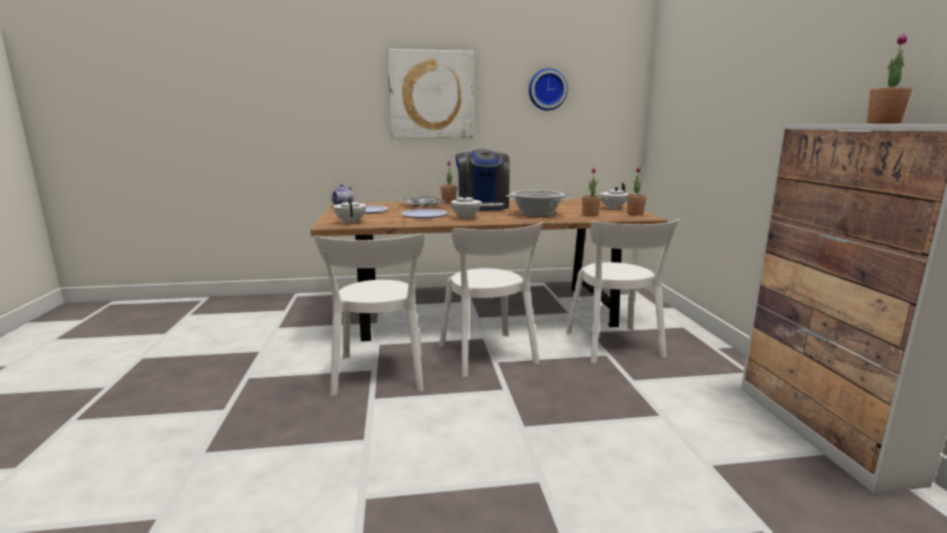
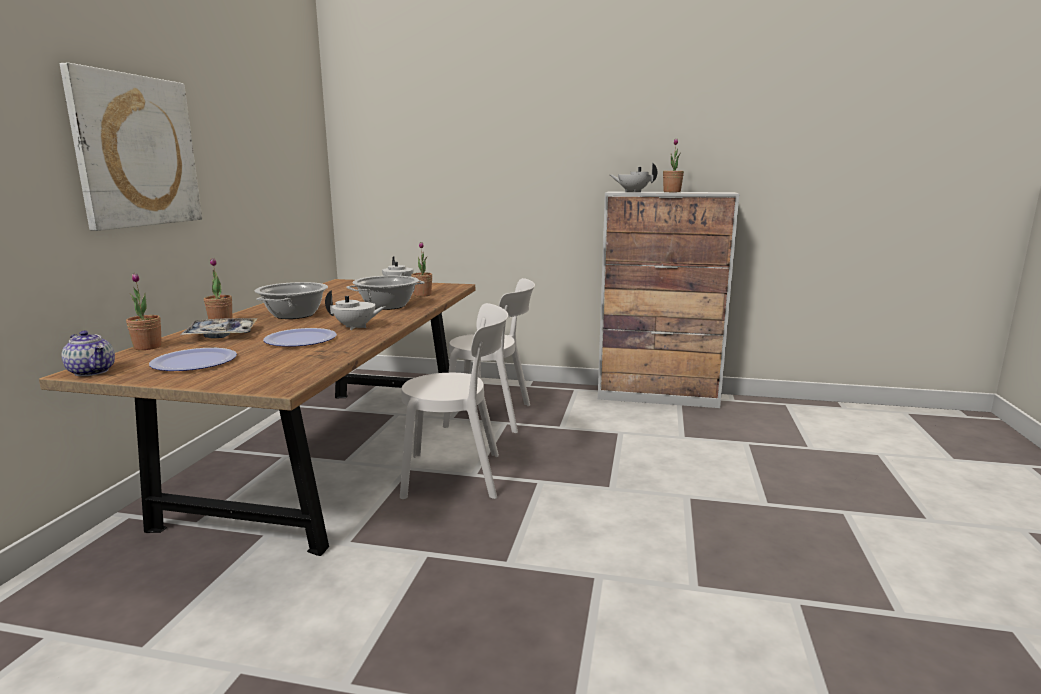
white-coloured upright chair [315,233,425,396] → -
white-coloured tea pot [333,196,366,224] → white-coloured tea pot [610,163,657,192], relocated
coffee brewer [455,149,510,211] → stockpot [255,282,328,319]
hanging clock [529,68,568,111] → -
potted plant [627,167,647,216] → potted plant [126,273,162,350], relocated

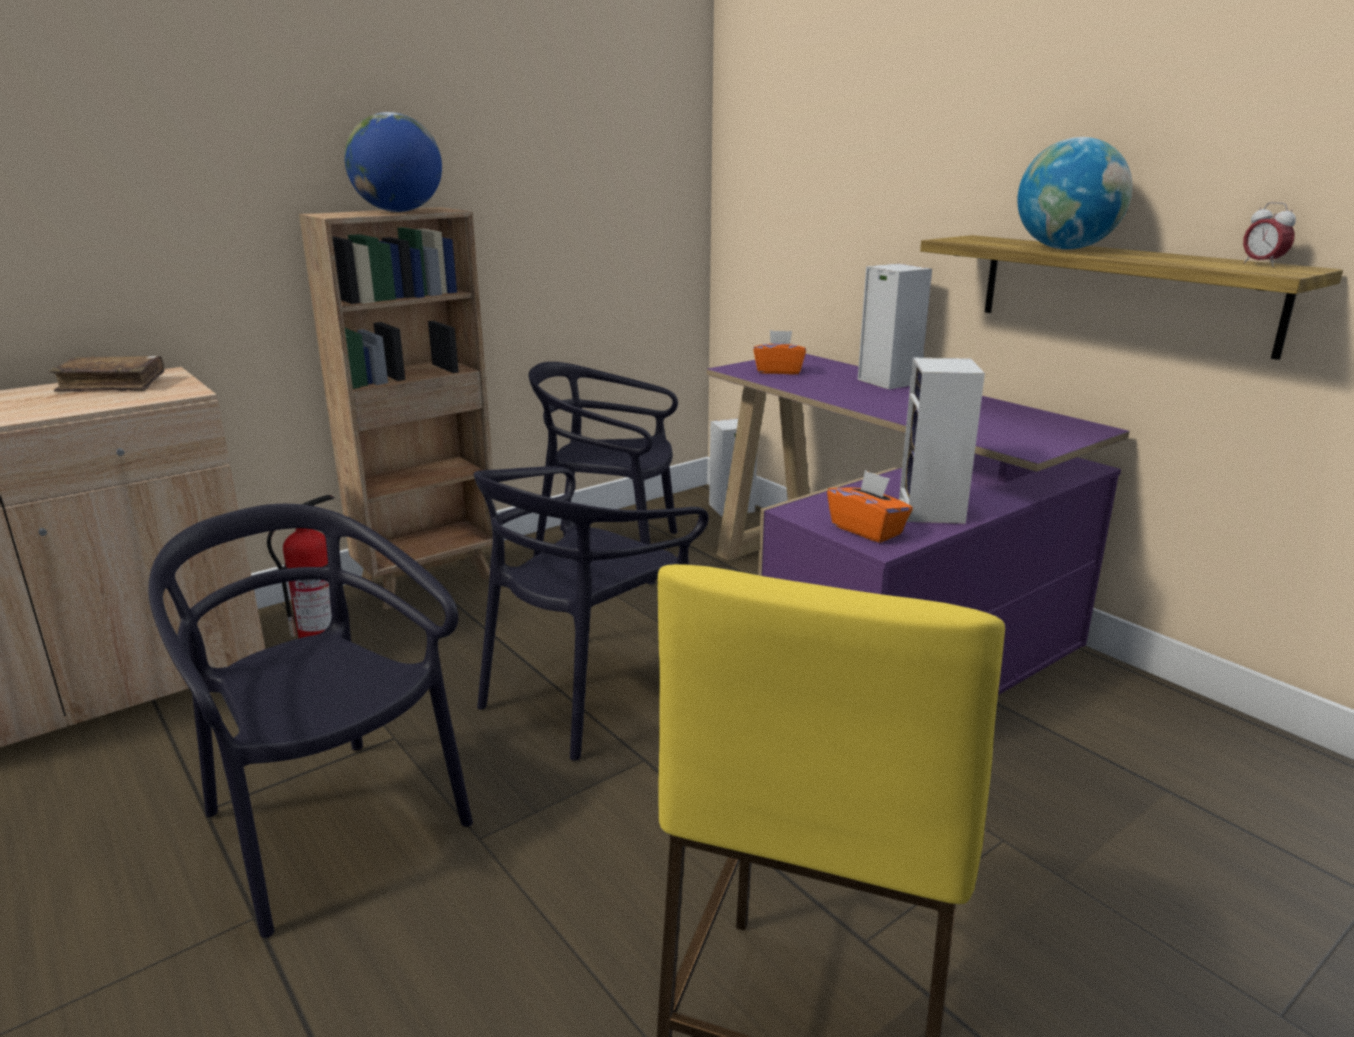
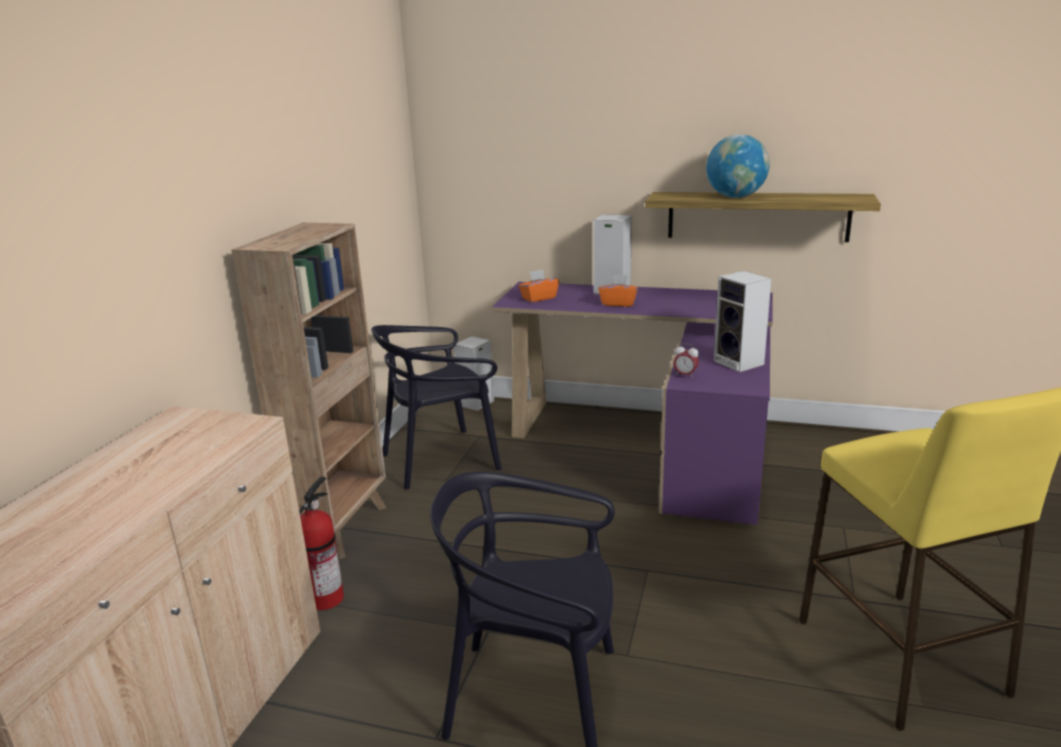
brown bound book [49,356,165,392] → -
world globe [344,112,442,212] → -
black-coloured upright chair [474,466,709,761] → -
orange-coloured tissue holder [827,470,913,543] → orange-coloured tissue holder [598,274,638,307], relocated
alarm clock [1243,202,1296,267] → alarm clock [674,343,699,378], relocated

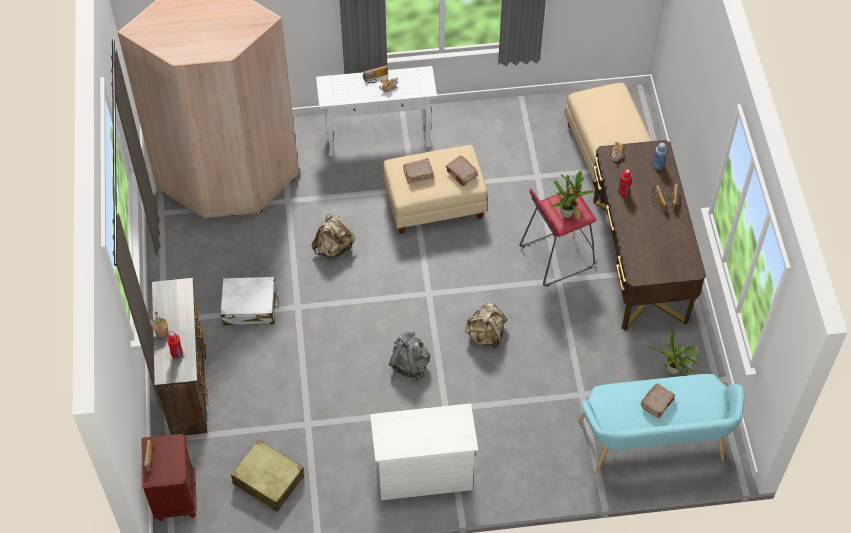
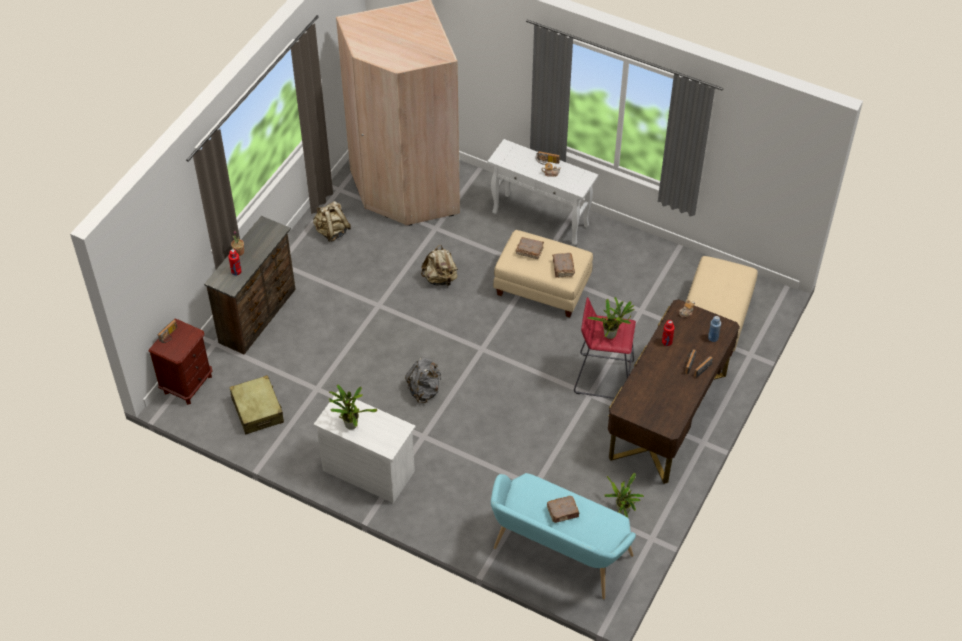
white-coloured suitcase [220,277,279,325] → -
sand-coloured knapsack [465,303,507,348] → sand-coloured knapsack [313,201,351,242], relocated
- → potted plant [329,384,377,430]

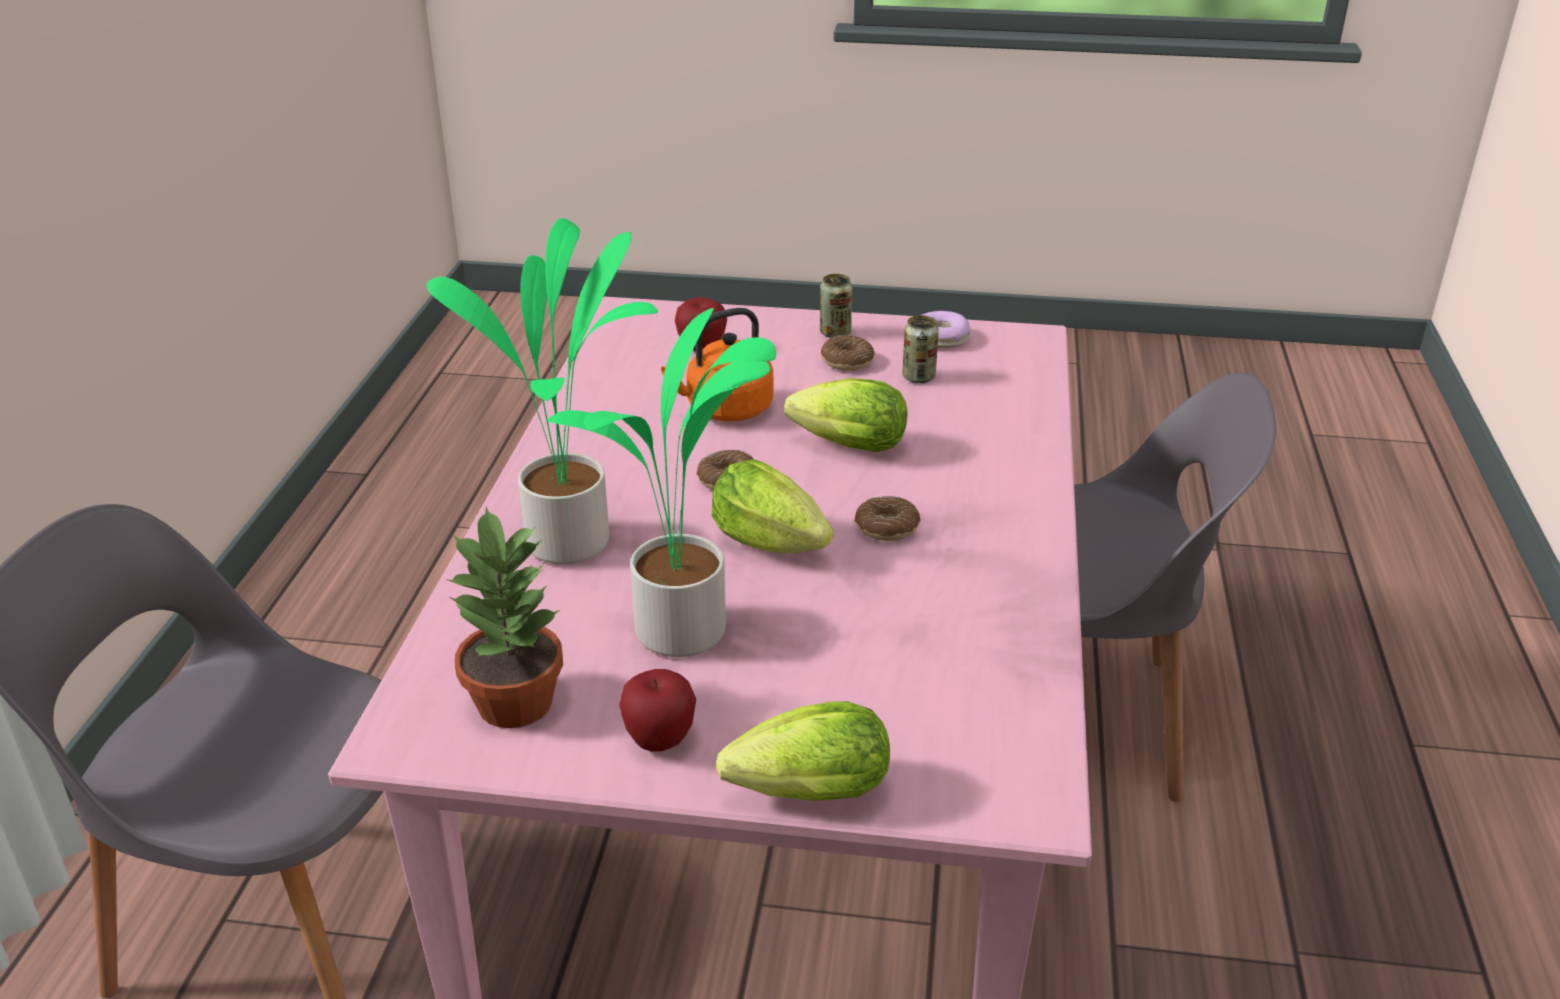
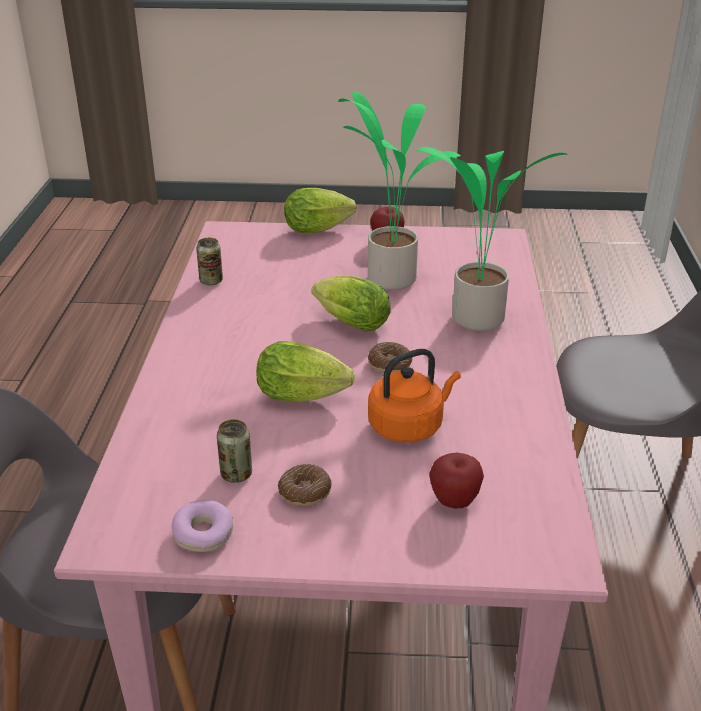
potted plant [446,506,563,728] → -
can [820,274,852,338] → can [196,238,223,285], relocated
ring doughnut [855,496,921,541] → -

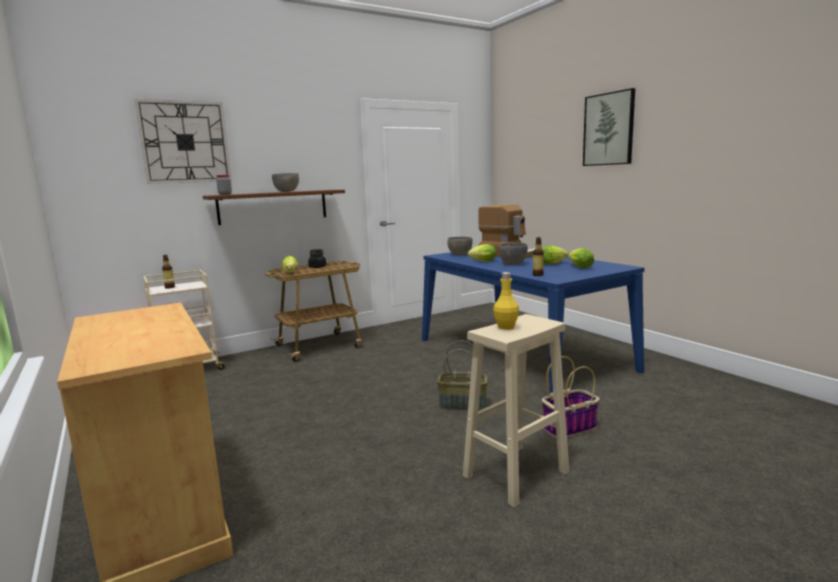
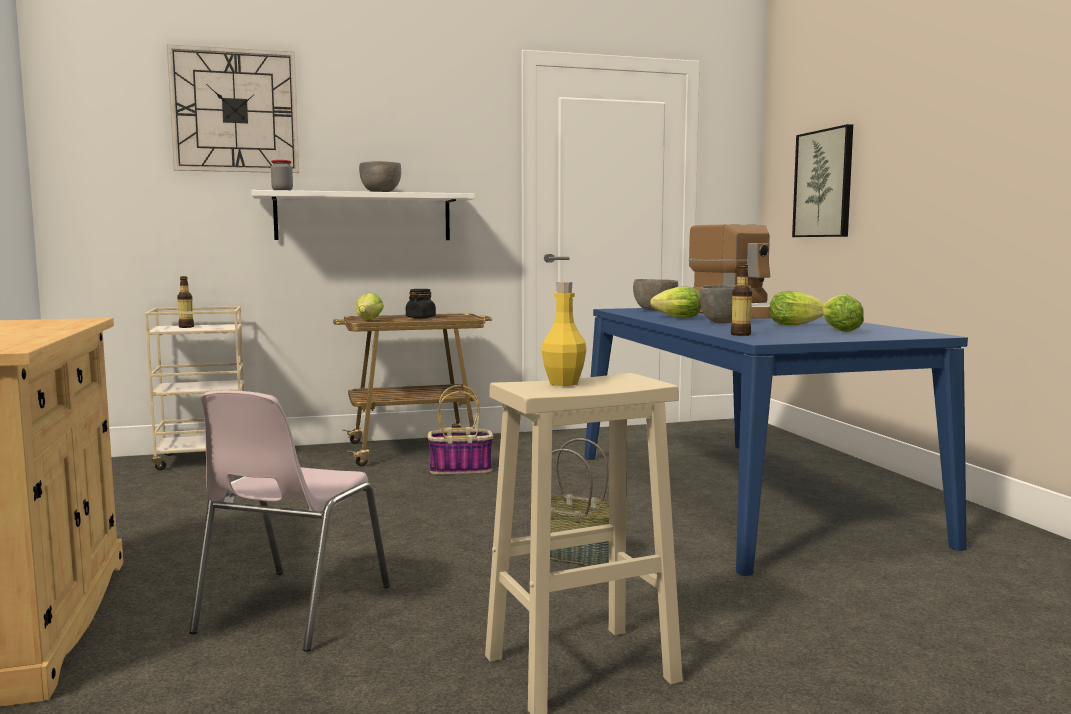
brown shelf [203,190,345,225] → white-coloured shelf [252,190,475,240]
household basket [542,356,600,438] → household basket [428,385,493,475], relocated
wall picture [583,88,635,166] → wall picture [792,124,853,237], relocated
- → pinkish upright chair [189,390,390,652]

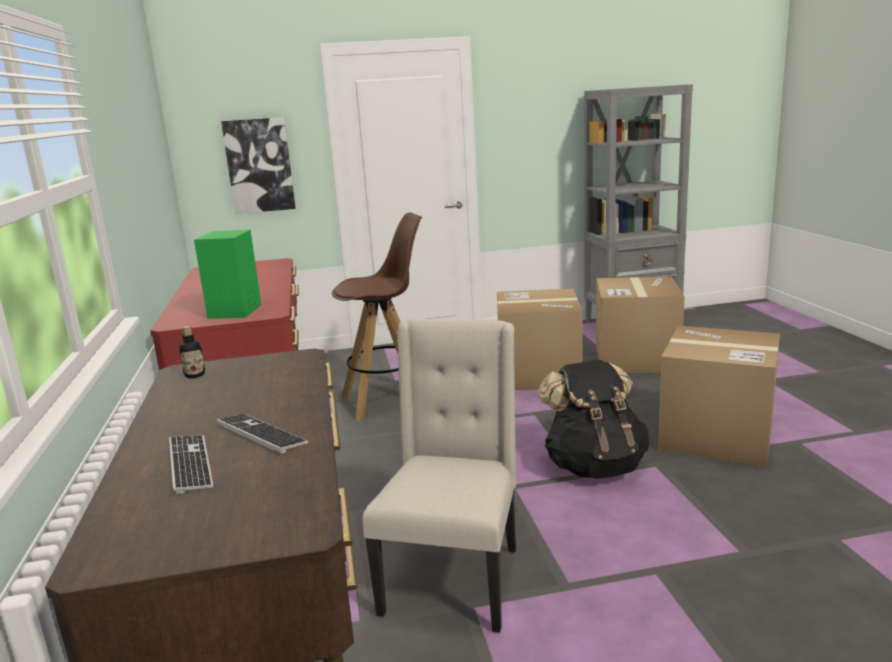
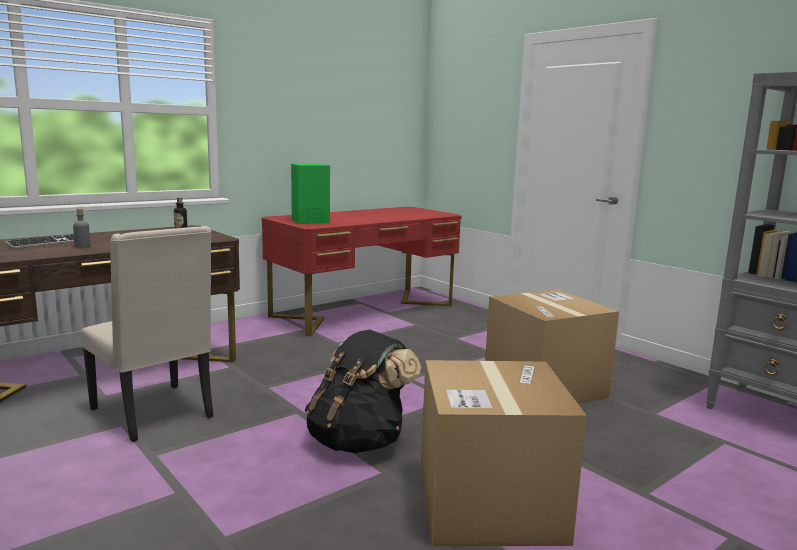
PC keyboard [217,414,308,454] → greyish drink bottle [73,209,90,248]
wall picture [221,117,296,214] → -
brown stool seat [332,212,422,421] → -
sand-coloured upright chair [362,319,516,633] → sand-coloured upright chair [81,226,213,442], 60 degrees clockwise
packing box [596,276,685,373] → -

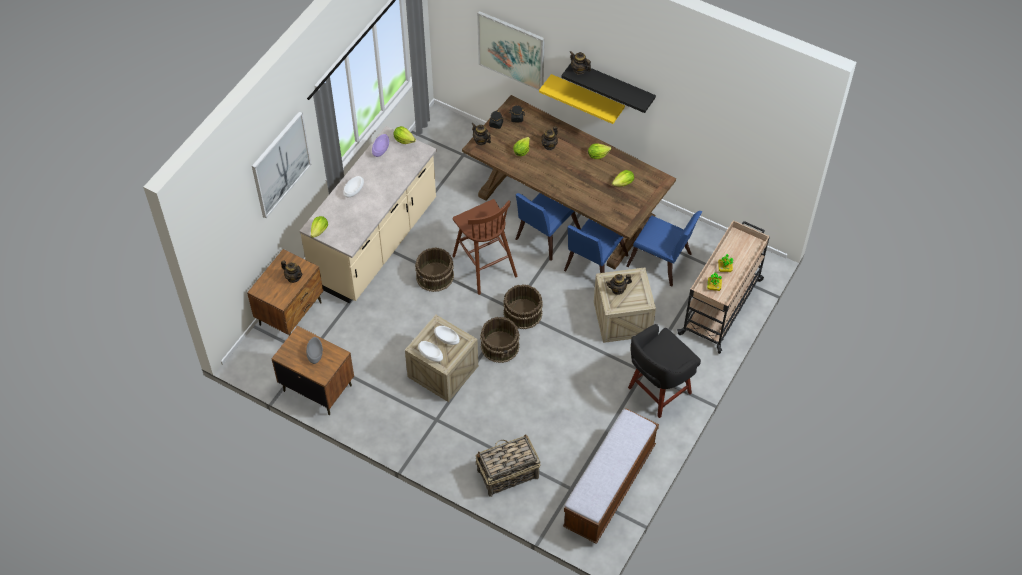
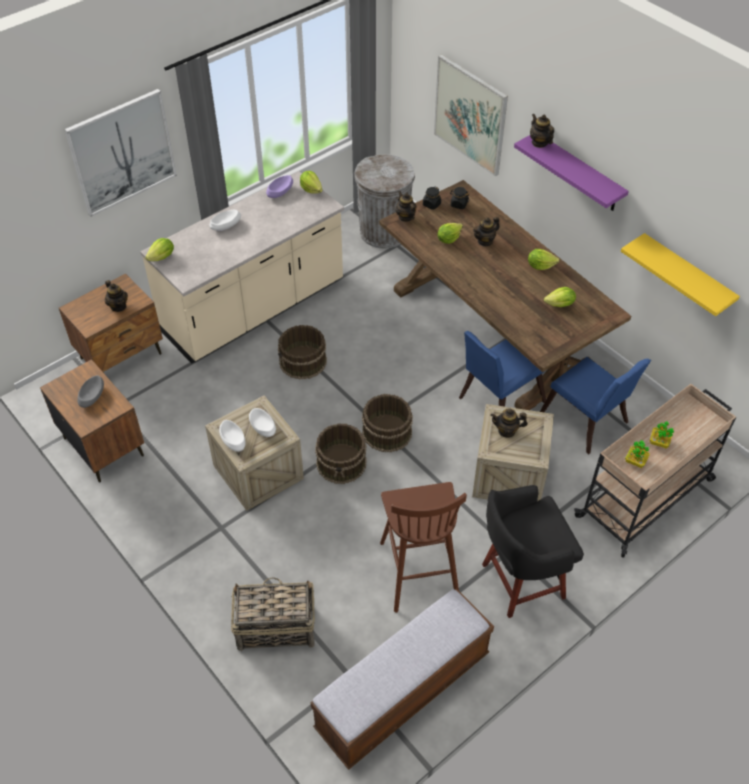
brown stool seat [452,199,517,295] → brown stool seat [380,482,467,613], relocated
blue-coloured upright chair [516,193,581,261] → -
yellow shelf [539,74,625,124] → yellow shelf [621,233,740,316], relocated
black-coloured shelf [561,63,656,113] → purple-coloured shelf [514,135,629,211]
- → greyish waste bin [354,154,415,249]

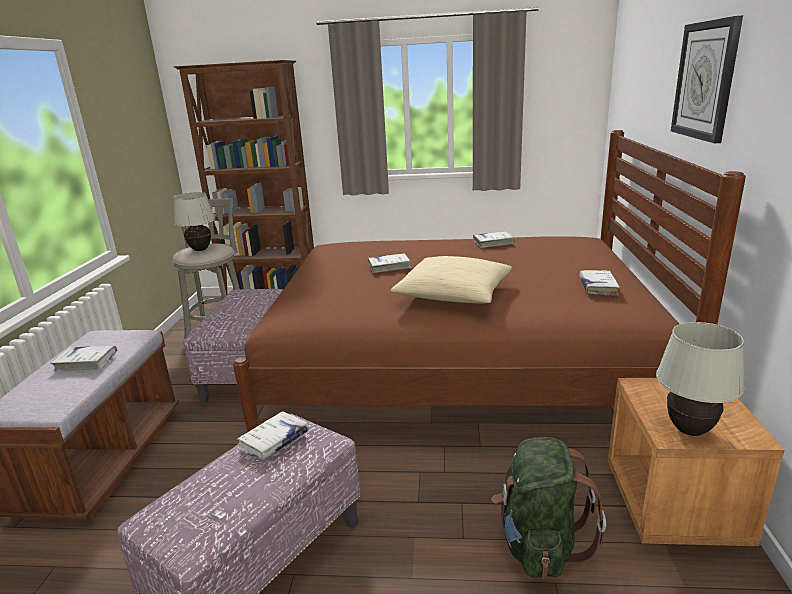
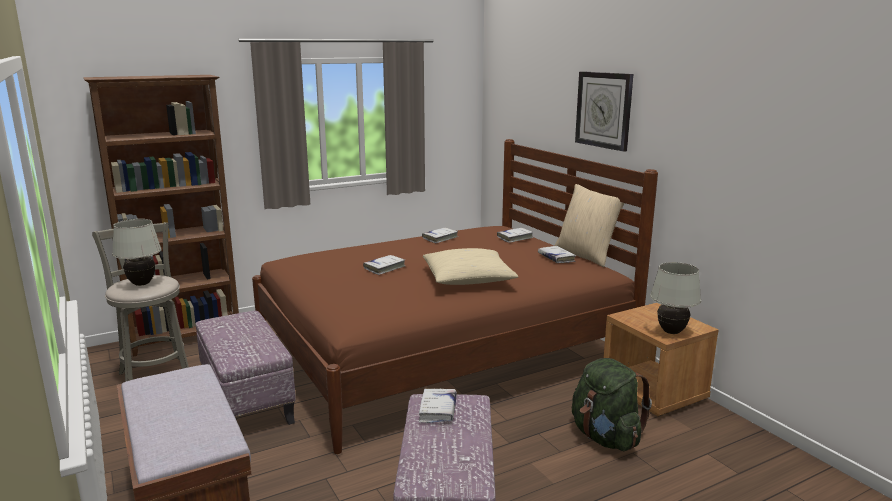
white-coloured bound book [51,346,117,371] → white-coloured bound book [497,228,533,243], relocated
- → sand-coloured throw pillow [554,184,624,267]

